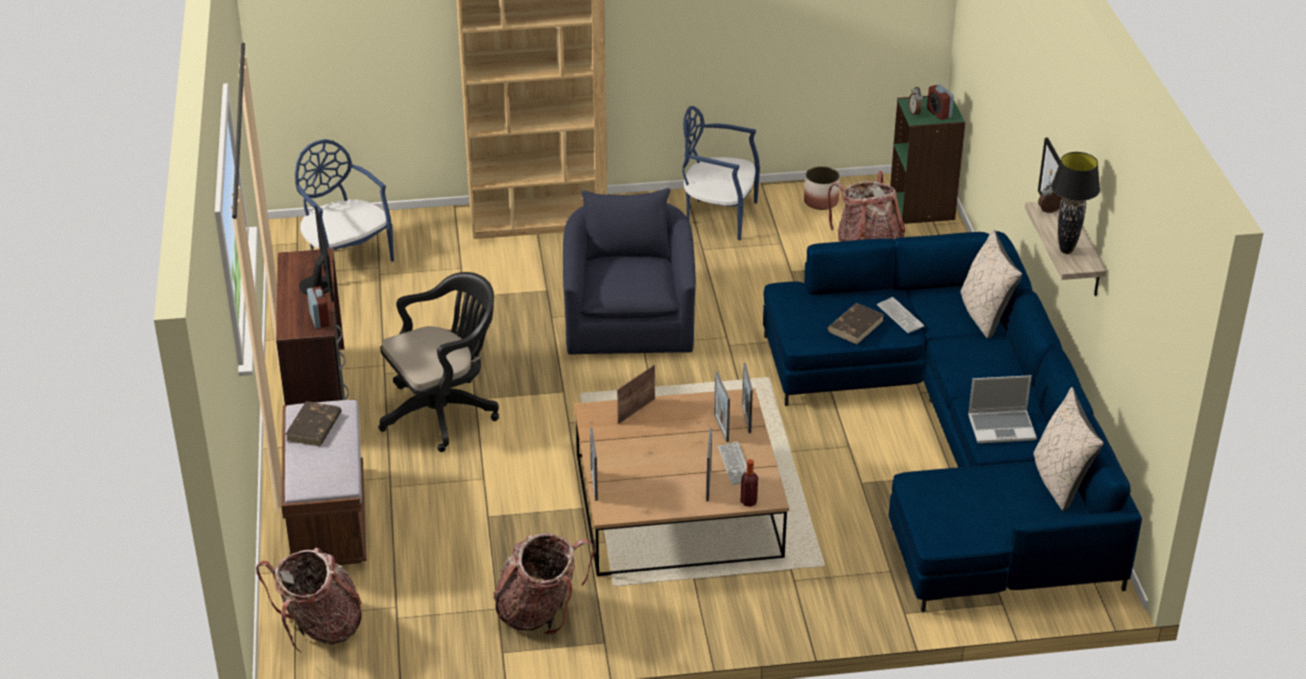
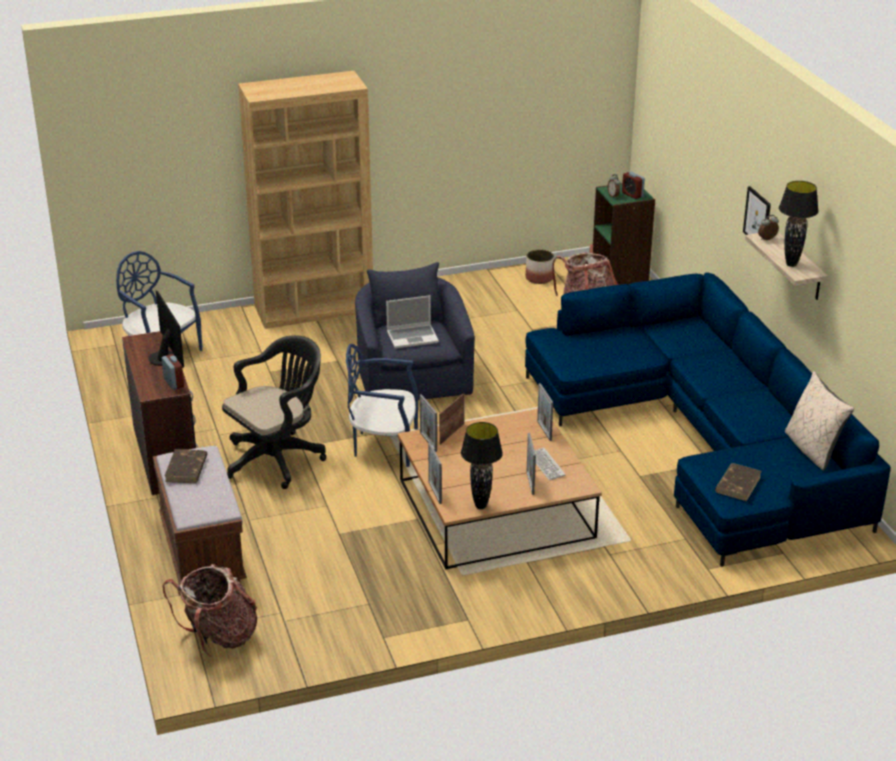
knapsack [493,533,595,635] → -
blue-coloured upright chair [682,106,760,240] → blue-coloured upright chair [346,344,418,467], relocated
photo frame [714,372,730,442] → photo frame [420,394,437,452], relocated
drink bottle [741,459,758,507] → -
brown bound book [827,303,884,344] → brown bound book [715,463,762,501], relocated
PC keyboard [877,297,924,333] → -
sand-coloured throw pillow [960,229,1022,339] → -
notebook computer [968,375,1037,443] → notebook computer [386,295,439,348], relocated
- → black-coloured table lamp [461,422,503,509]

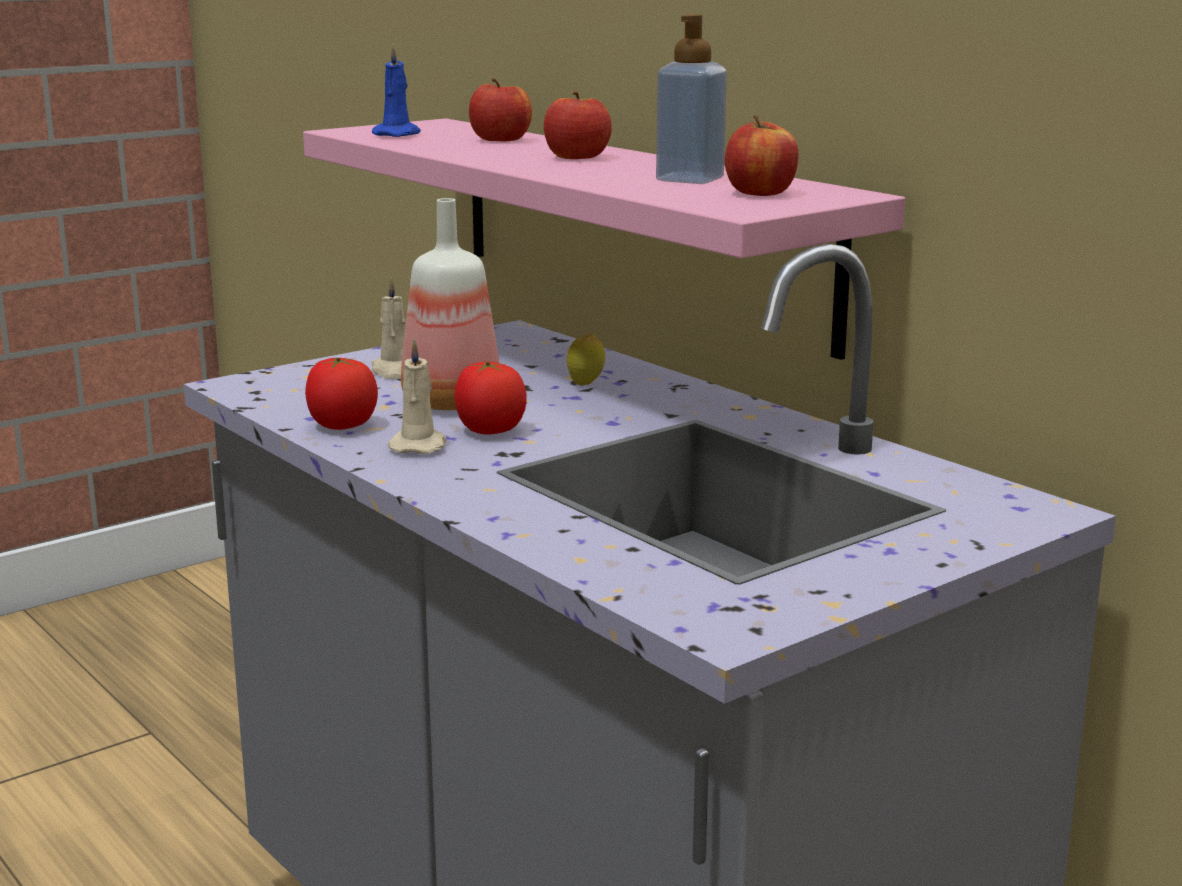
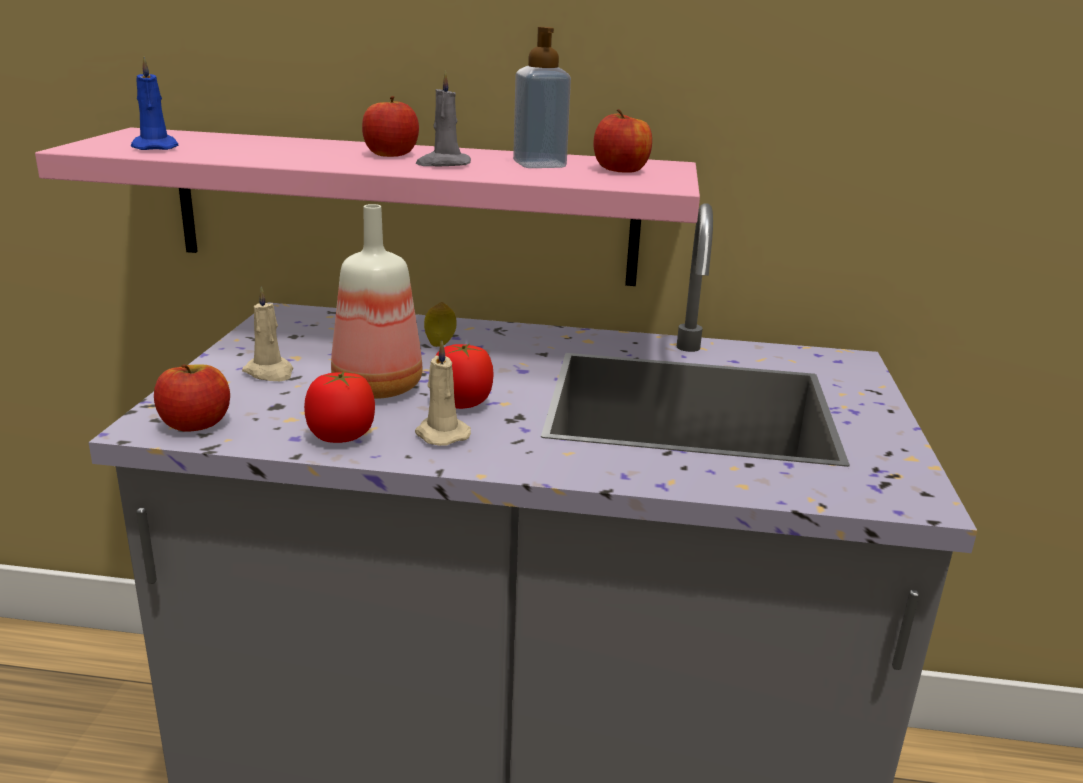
apple [469,78,532,141] → apple [154,364,230,432], relocated
- → greyish wax candle [416,71,471,166]

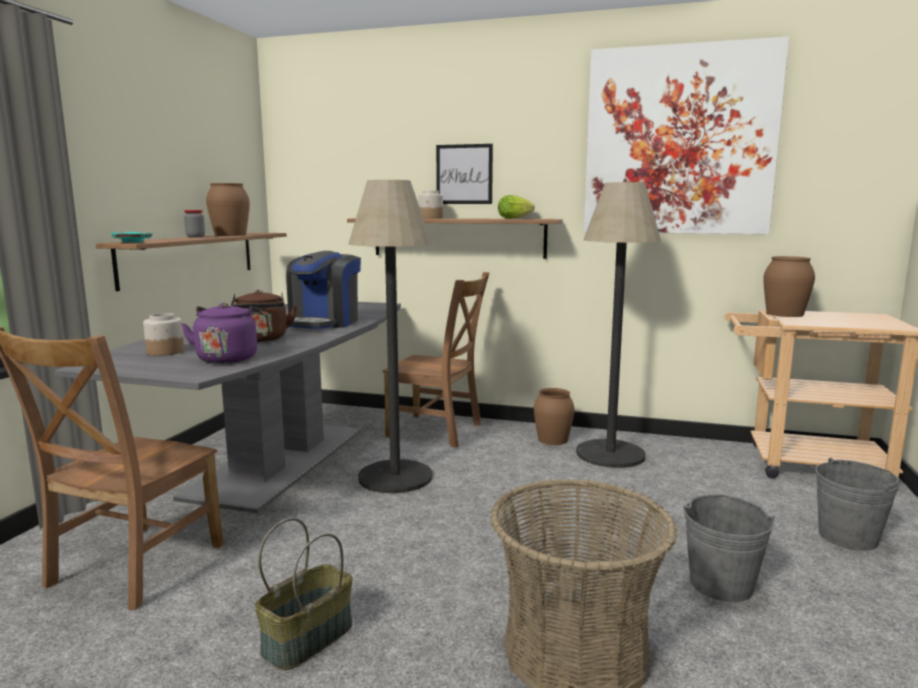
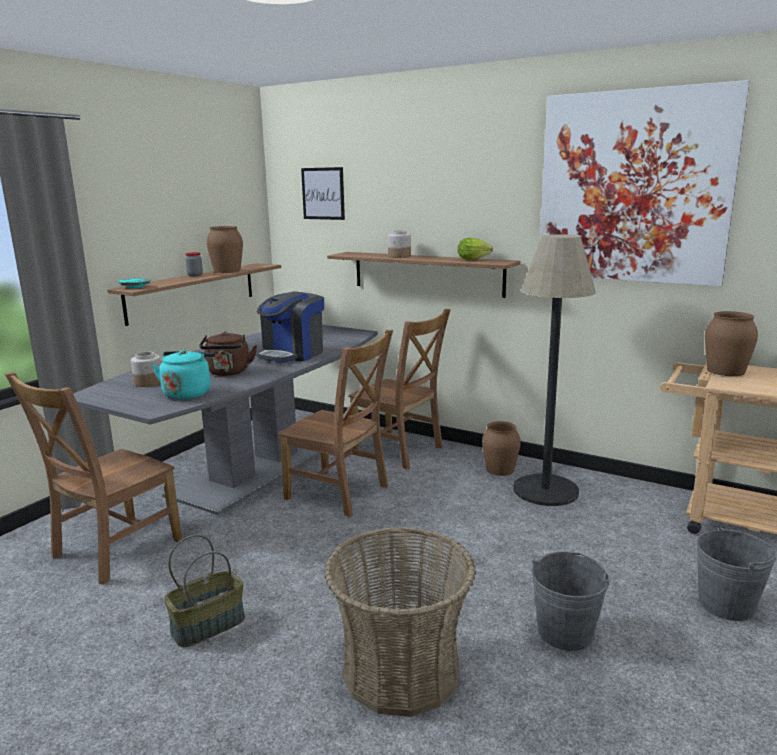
purple-coloured water kettle [181,303,261,364] → turquoise water kettle [152,350,215,400]
standard lamp [349,180,432,493] → brown upright chair [278,330,393,518]
wall picture [436,144,493,204] → wall picture [301,167,345,220], relocated

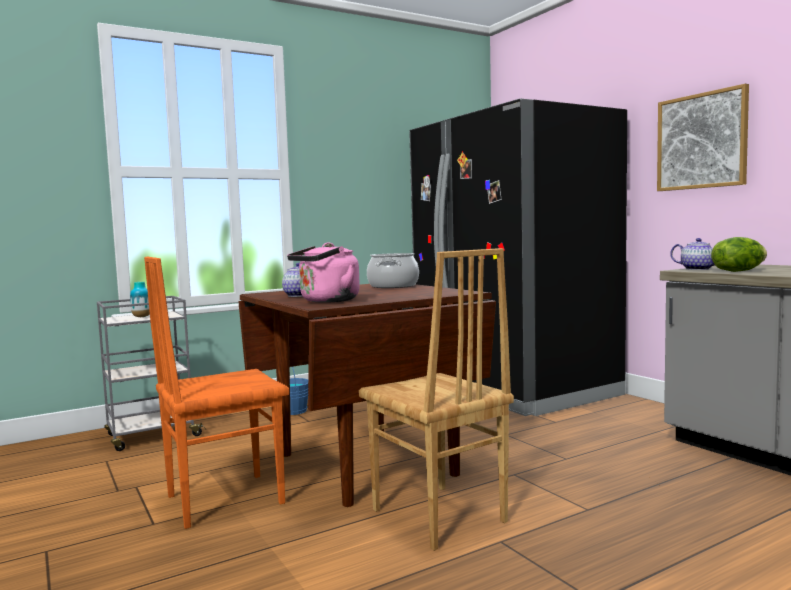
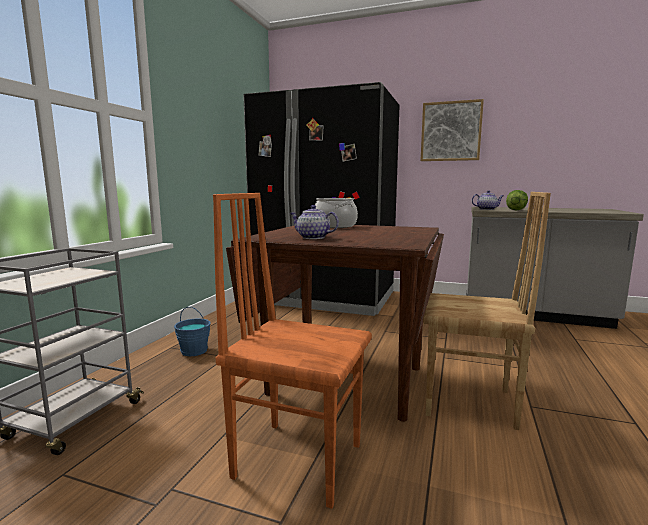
flower vase [130,282,150,317] → -
orange-coloured upright chair [144,257,289,529] → orange-coloured upright chair [213,193,372,509], 90 degrees clockwise
pinkish water kettle [287,242,360,302] → -

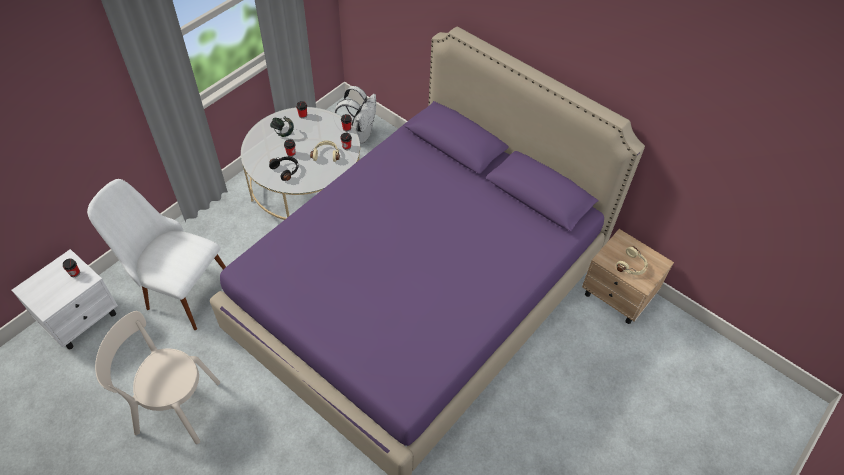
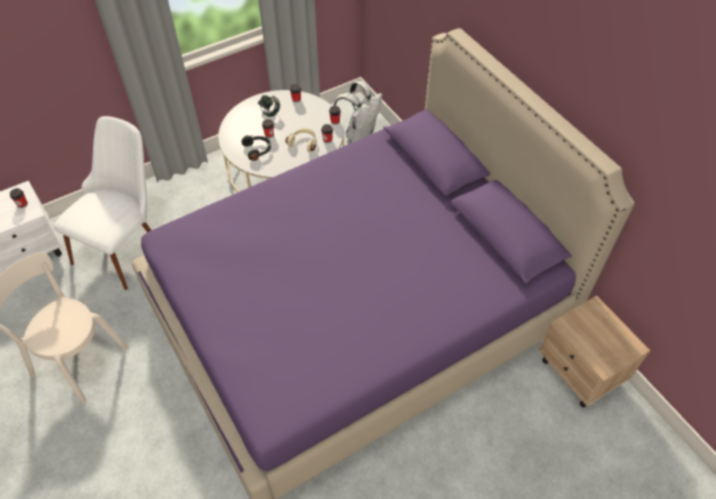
white-coloured upright chair [87,179,226,330] → white-coloured upright chair [54,116,151,290], 75 degrees clockwise
sand-coloured headset [616,247,648,275] → -

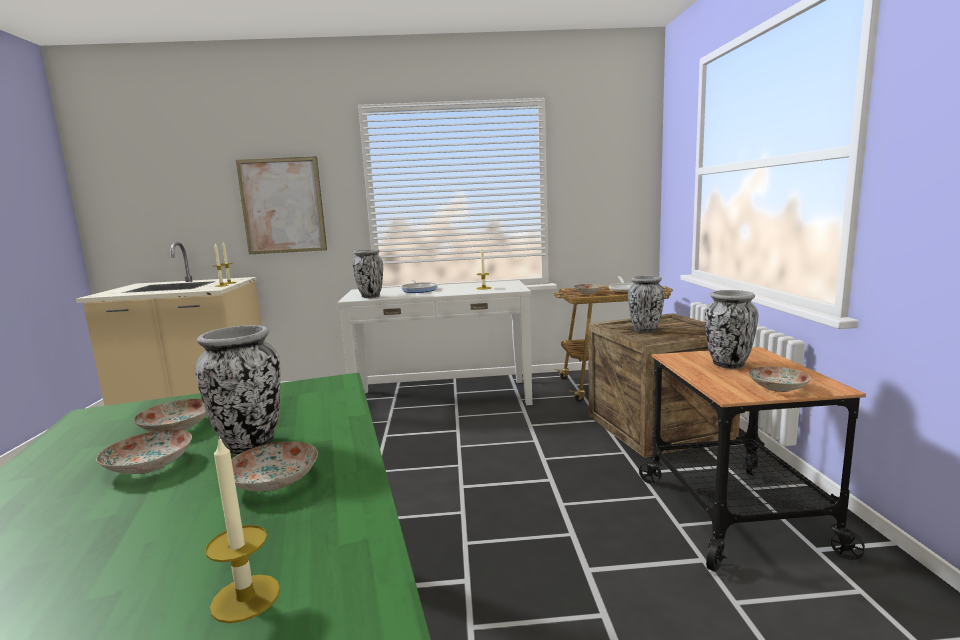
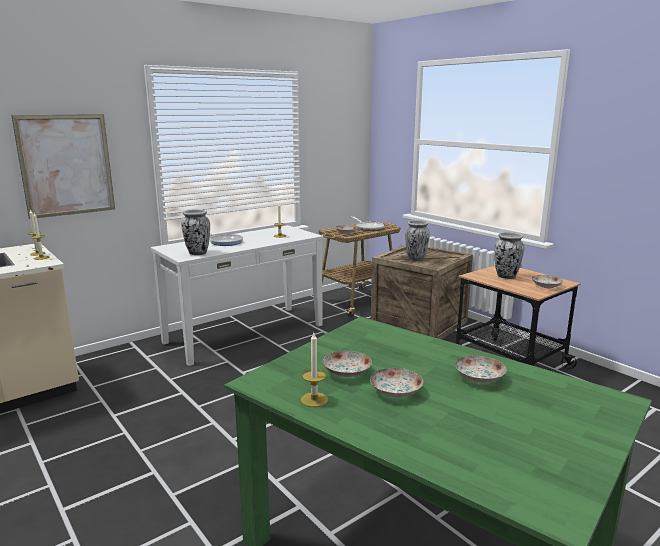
flower vase [195,325,281,455] → -
wax candle [205,436,280,623] → wax candle [301,333,328,407], relocated

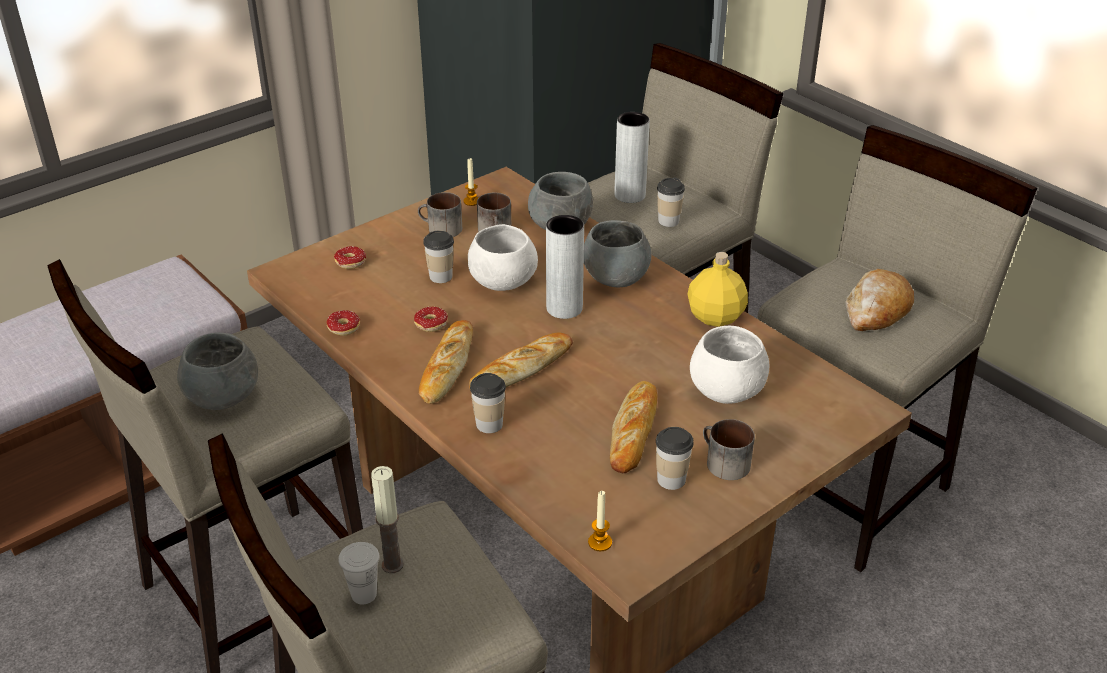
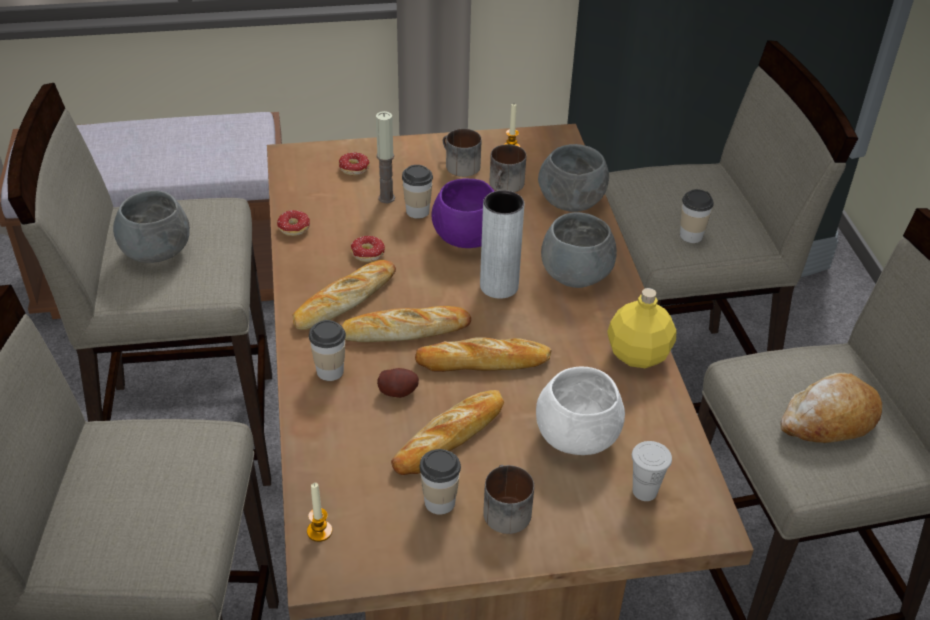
white-coloured small cup [338,542,380,605] → white-coloured small cup [632,441,672,501], relocated
wax candle [371,466,404,573] → wax candle [376,111,395,203], relocated
white-coloured bowl [468,224,538,291] → purple-coloured bowl [432,179,494,248]
greyish flower vase [614,112,650,203] → -
- → spud [377,368,419,398]
- → baked bread [415,337,552,372]

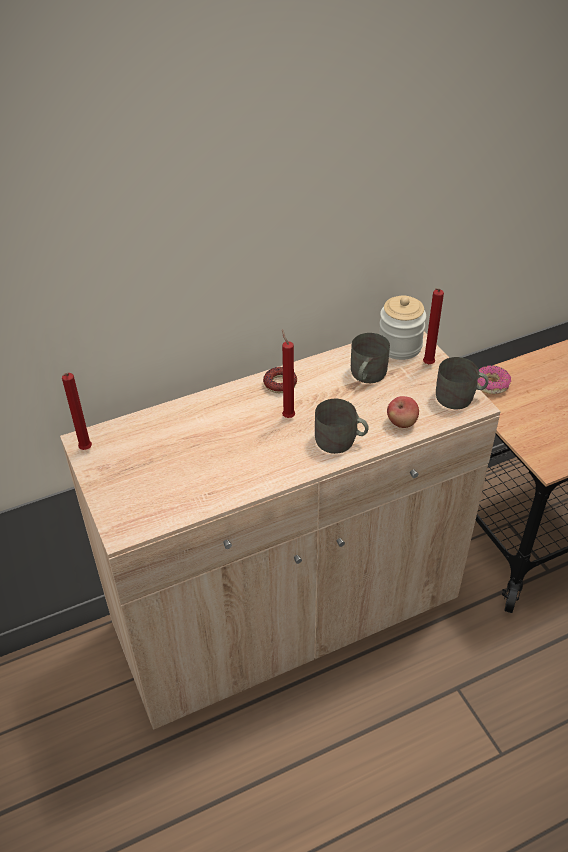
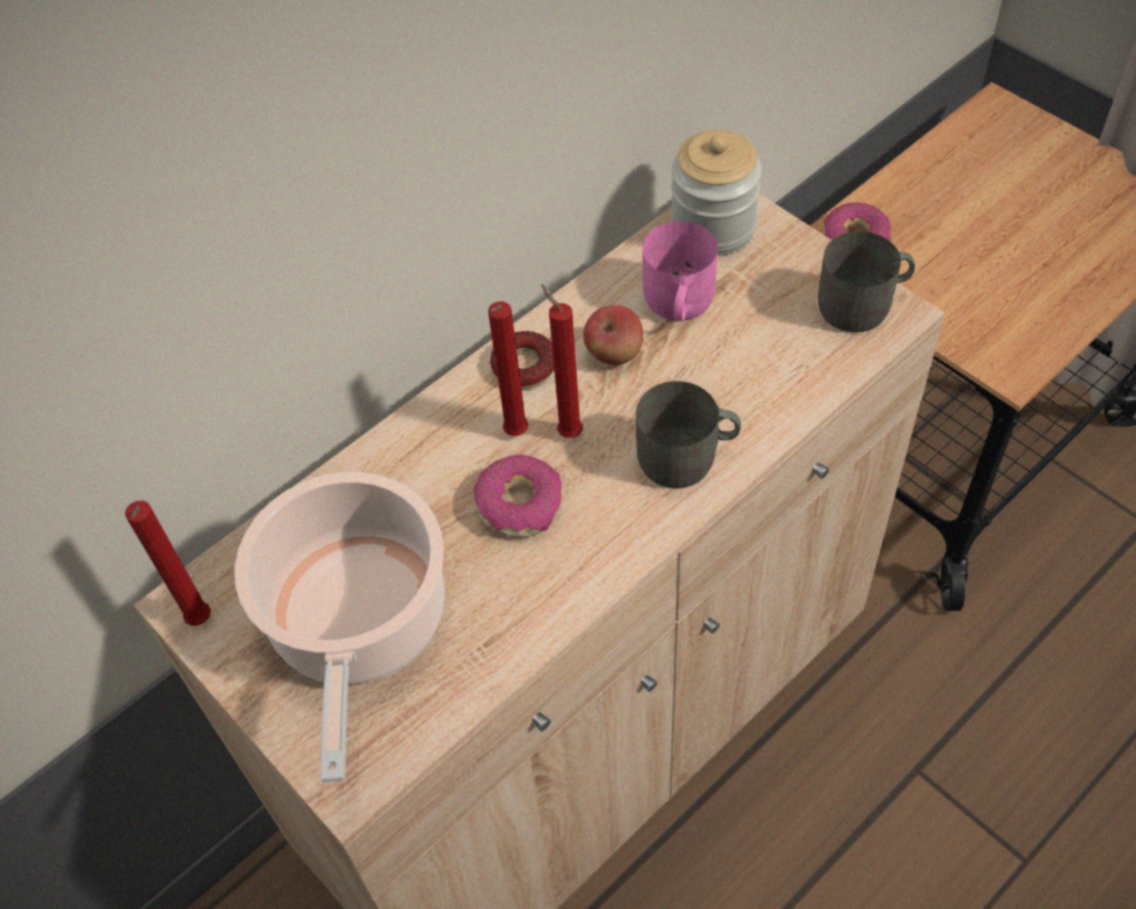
greyish coffee mug [351,333,390,383] → pinkish coffee mug [643,221,718,321]
apple [387,396,419,428] → apple [583,305,643,365], relocated
red-coloured wax candle [423,288,444,364] → red-coloured wax candle [488,302,528,436], relocated
- → stockpot [234,472,445,783]
- → ring doughnut [474,455,562,537]

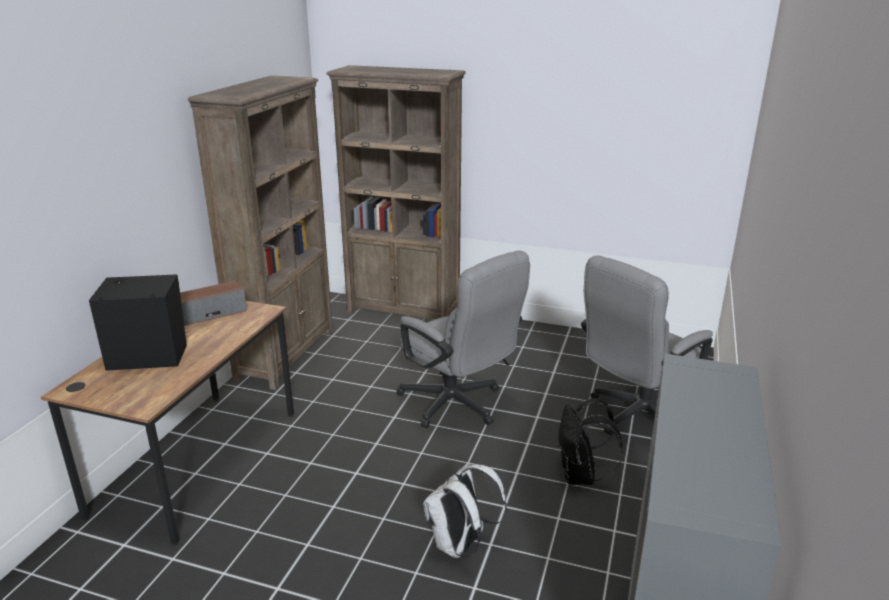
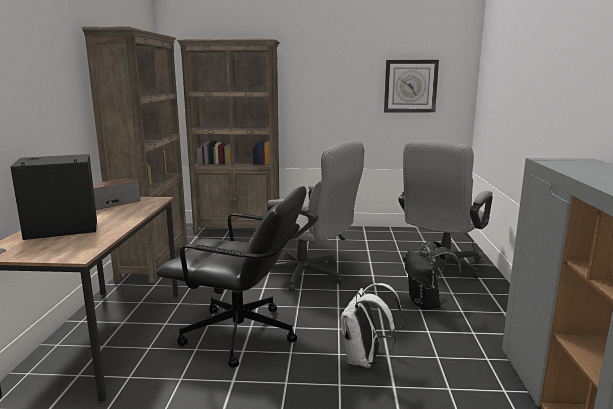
- → black-coloured desk chair [156,186,307,368]
- → hanging clock [384,60,439,113]

